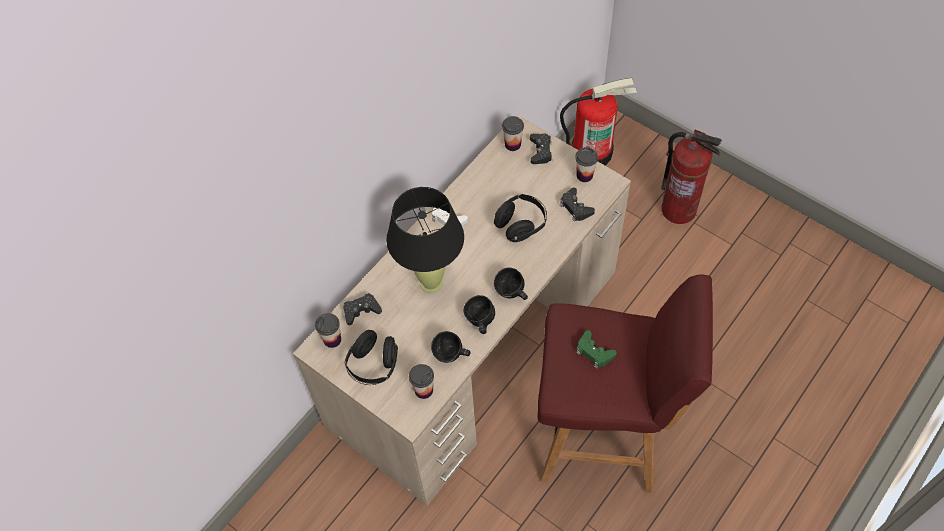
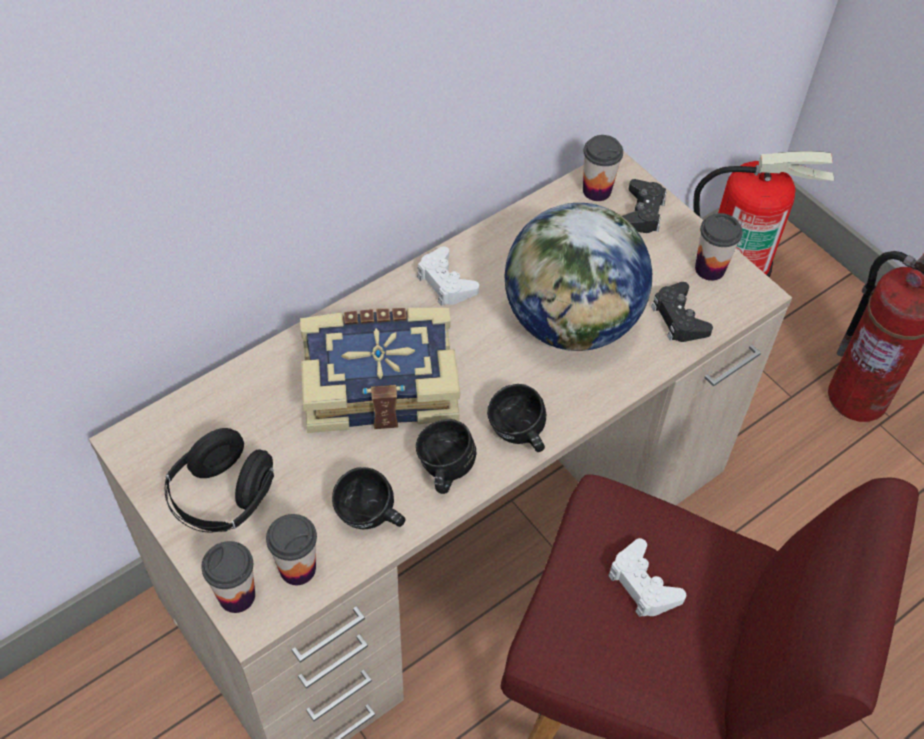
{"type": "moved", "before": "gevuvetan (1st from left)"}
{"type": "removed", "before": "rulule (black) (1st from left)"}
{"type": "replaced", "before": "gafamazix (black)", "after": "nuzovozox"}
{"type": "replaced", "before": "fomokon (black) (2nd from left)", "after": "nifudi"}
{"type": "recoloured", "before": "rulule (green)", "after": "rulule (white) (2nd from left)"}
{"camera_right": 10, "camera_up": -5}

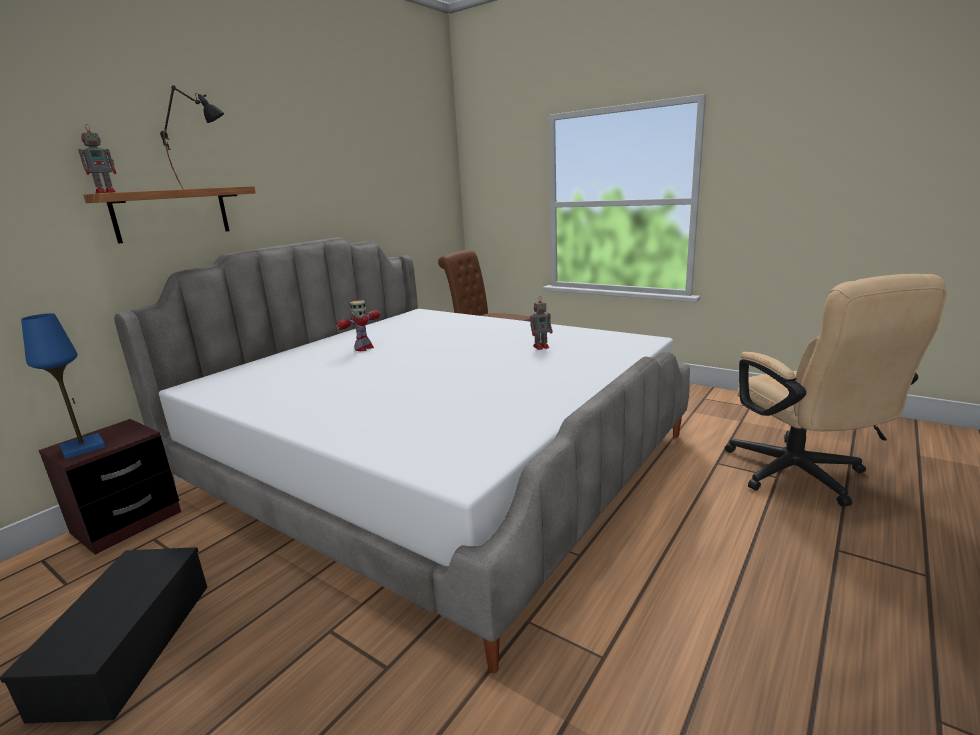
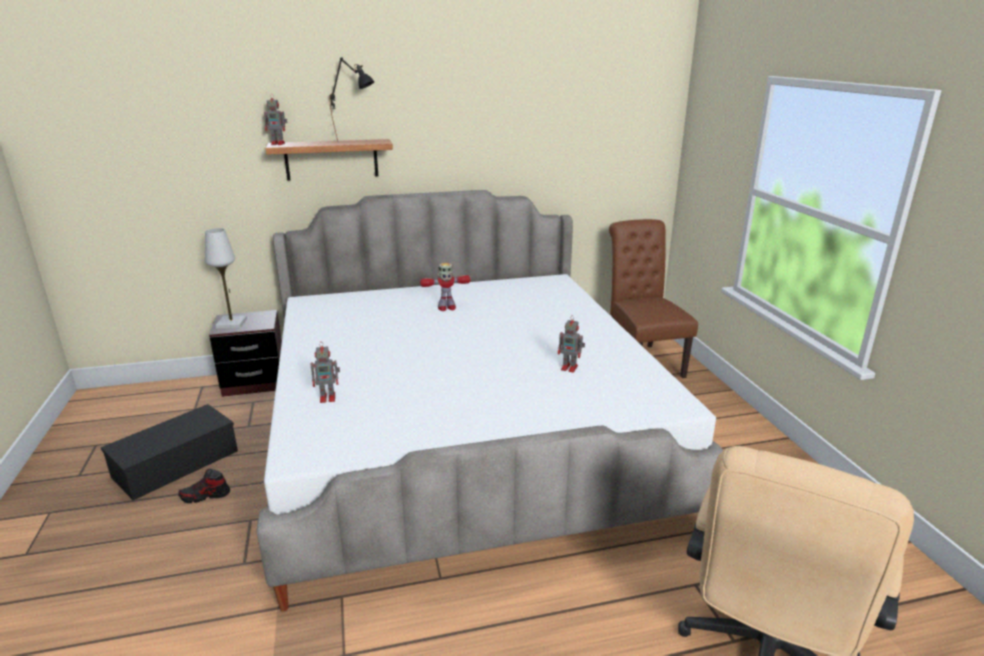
{"type": "recoloured", "before": "gafamazix (blue)", "after": "gafamazix (white)"}
{"type": "added", "after": "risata"}
{"type": "added", "after": "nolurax (2nd from left)"}
{"camera_right": 40, "camera_up": 5}

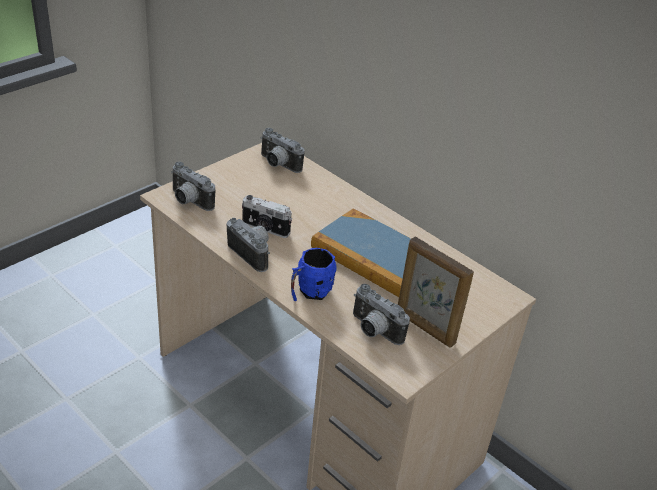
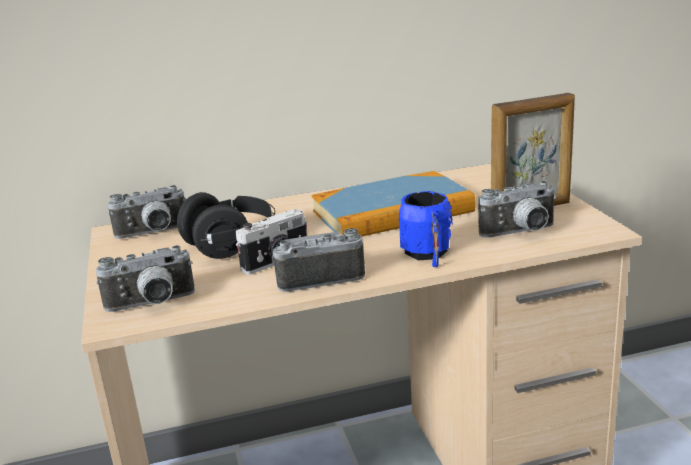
{"type": "added", "after": "fomokon (black)"}
{"camera_right": -55, "camera_up": -15}

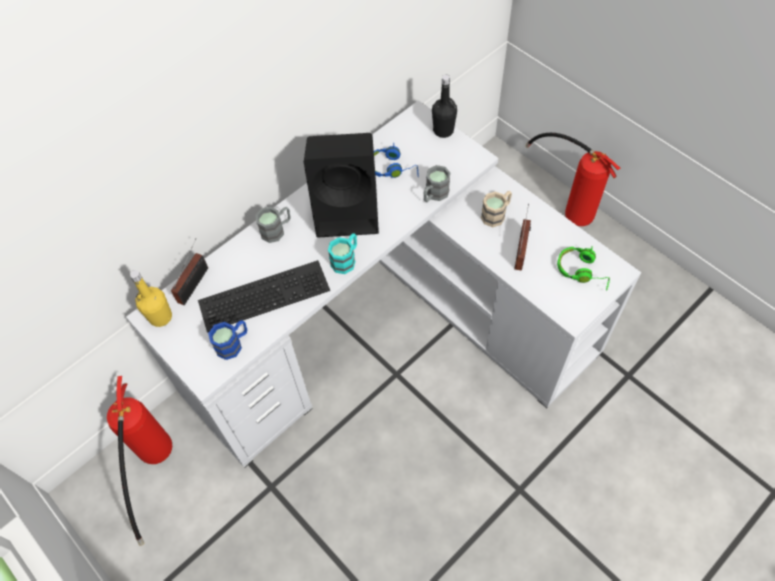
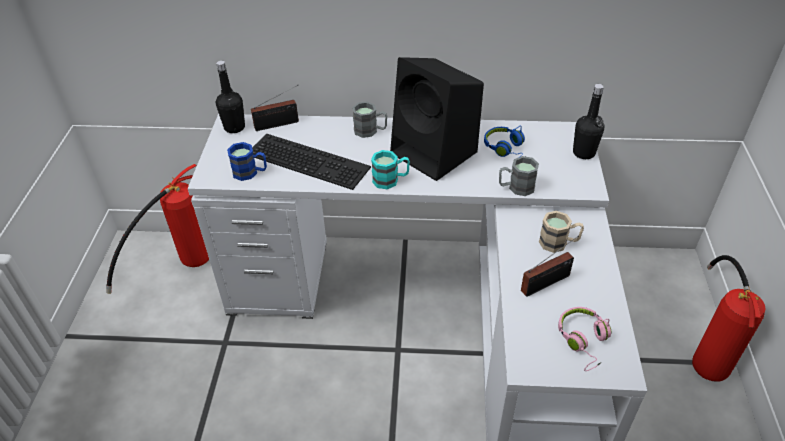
{"type": "recoloured", "before": "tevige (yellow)", "after": "tevige (black) (1st from left)"}
{"type": "recoloured", "before": "fomokon (green)", "after": "fomokon (pink)"}
{"camera_right": 45, "camera_up": -15}

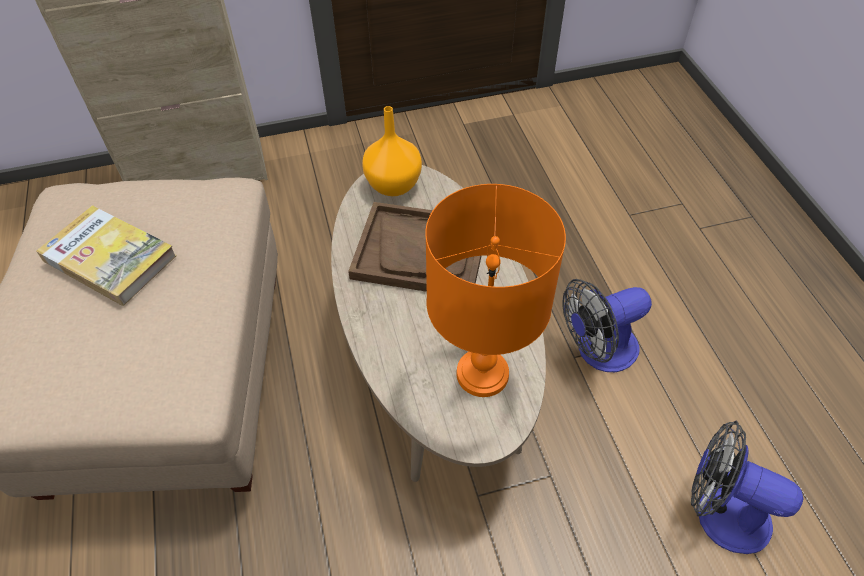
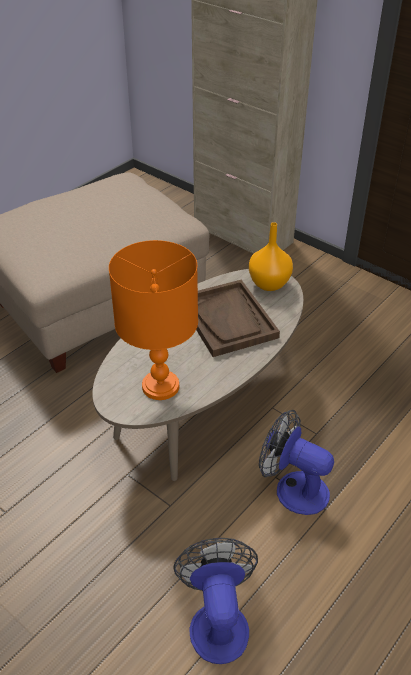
{"type": "removed", "before": "nuzovozox"}
{"camera_right": 55, "camera_up": -10}

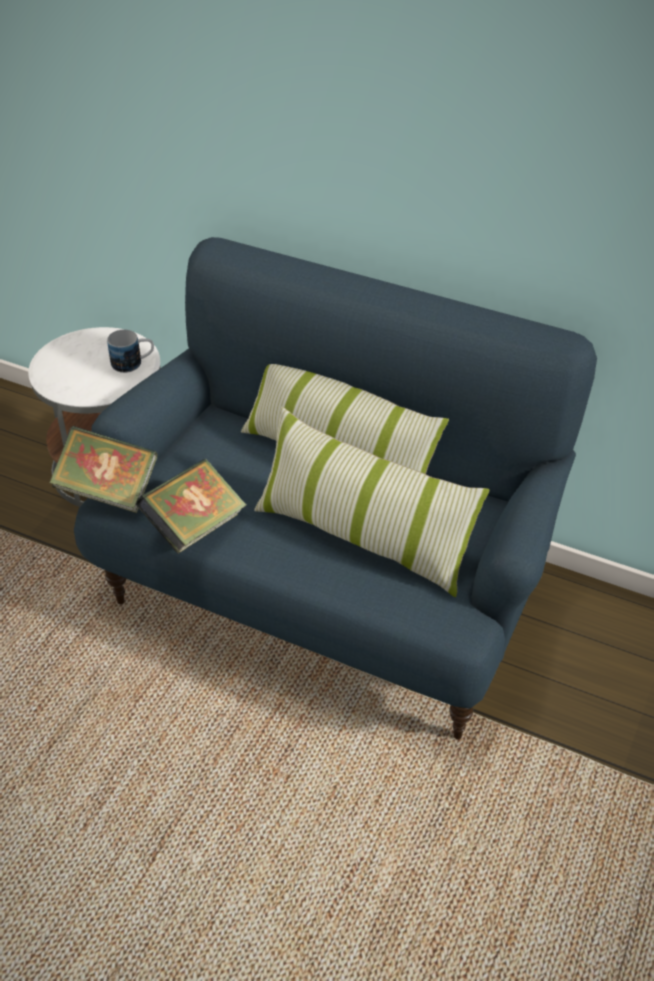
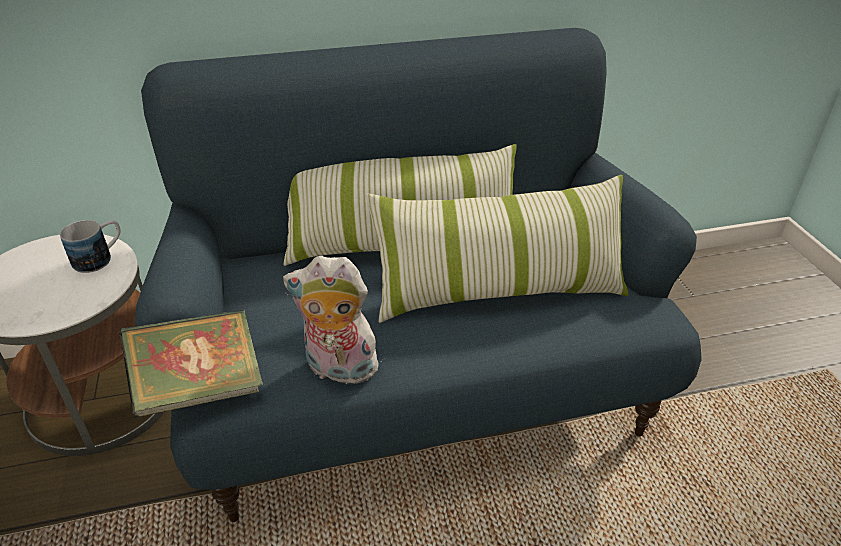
{"type": "replaced", "before": "nuzovozox (2nd from left)", "after": "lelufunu"}
{"camera_right": -40, "camera_up": -5}

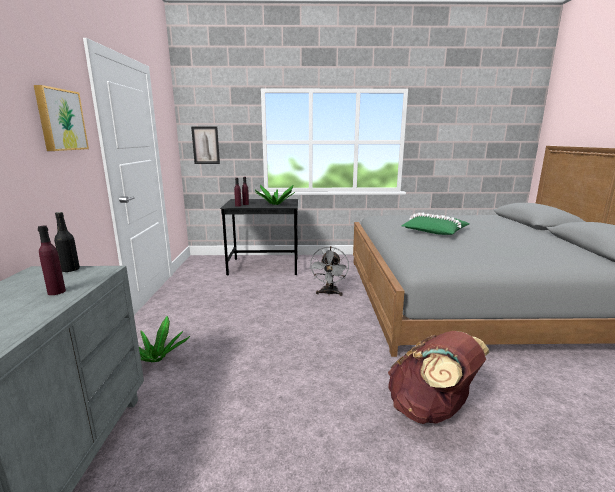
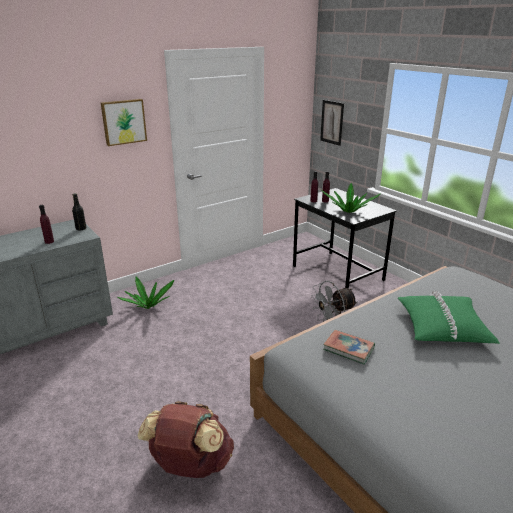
{"type": "added", "after": "nuzovozox"}
{"camera_right": 55, "camera_up": 10}

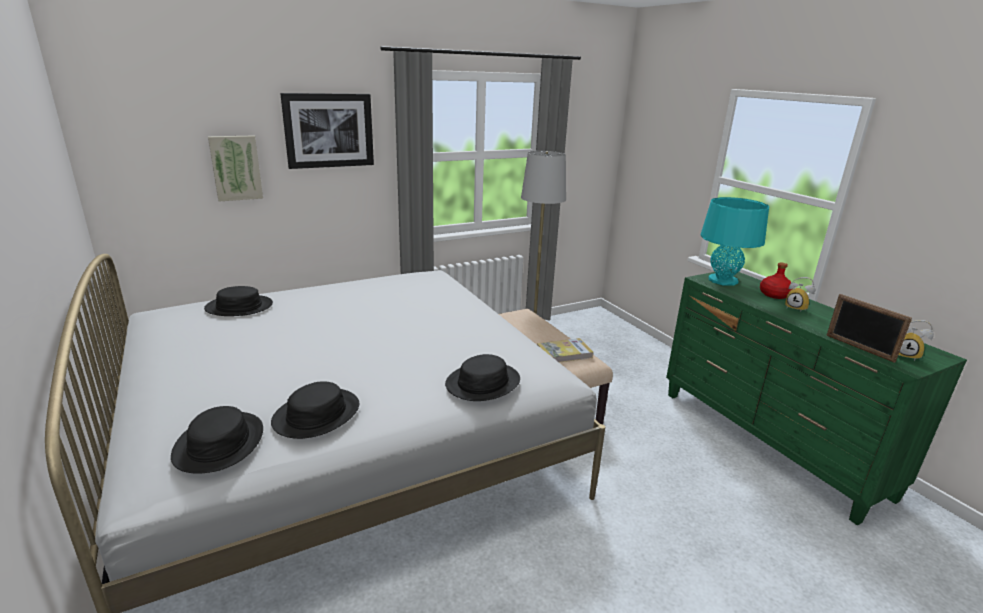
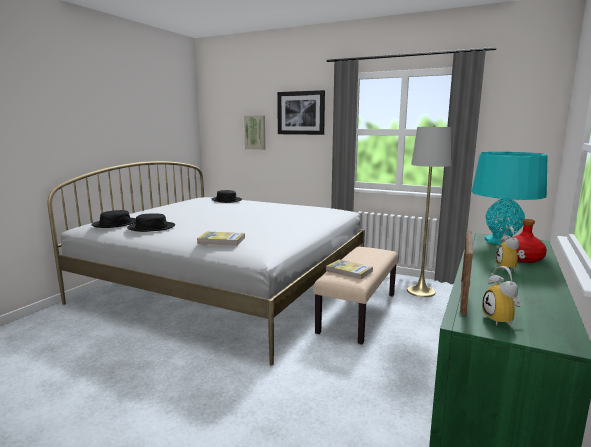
{"type": "replaced", "before": "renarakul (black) (4th from left)", "after": "nuzovozox (1st from left)"}
{"camera_right": 55, "camera_up": -10}

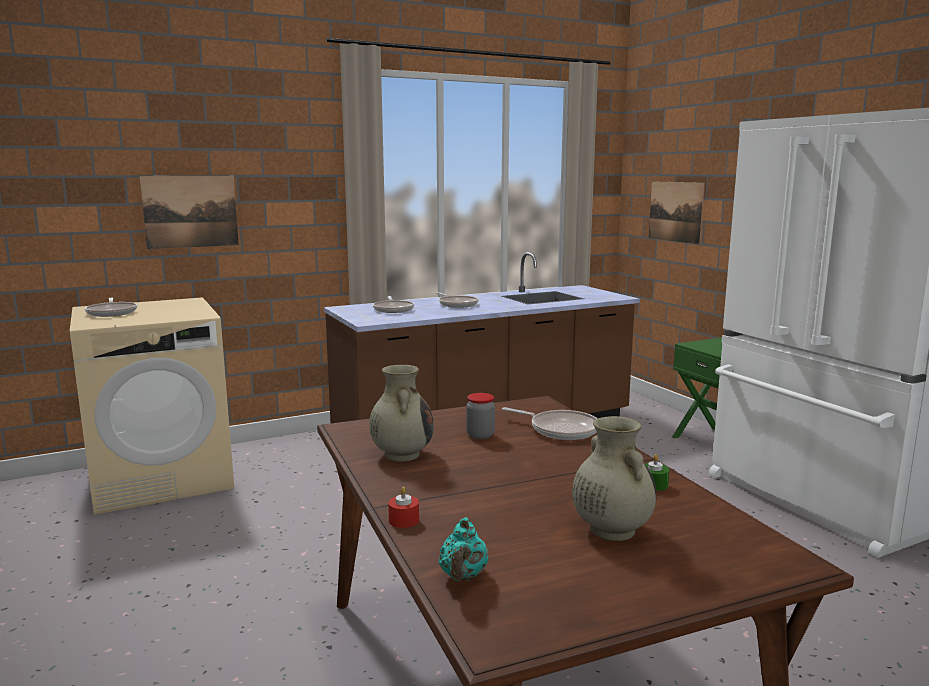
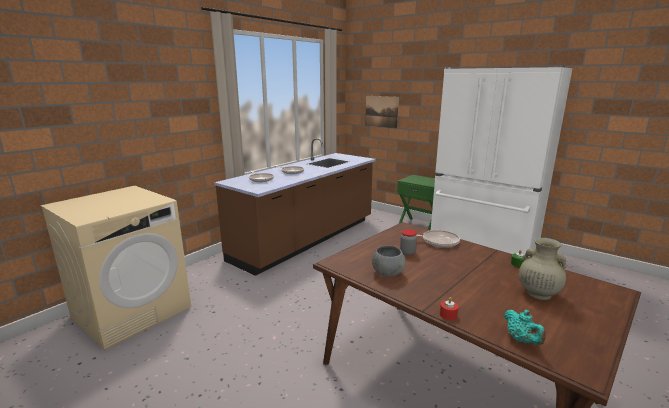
{"type": "removed", "before": "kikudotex (1st from left)"}
{"type": "removed", "before": "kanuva (1st from left)"}
{"type": "replaced", "before": "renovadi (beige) (1st from left)", "after": "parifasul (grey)"}
{"camera_right": -25, "camera_up": 5}

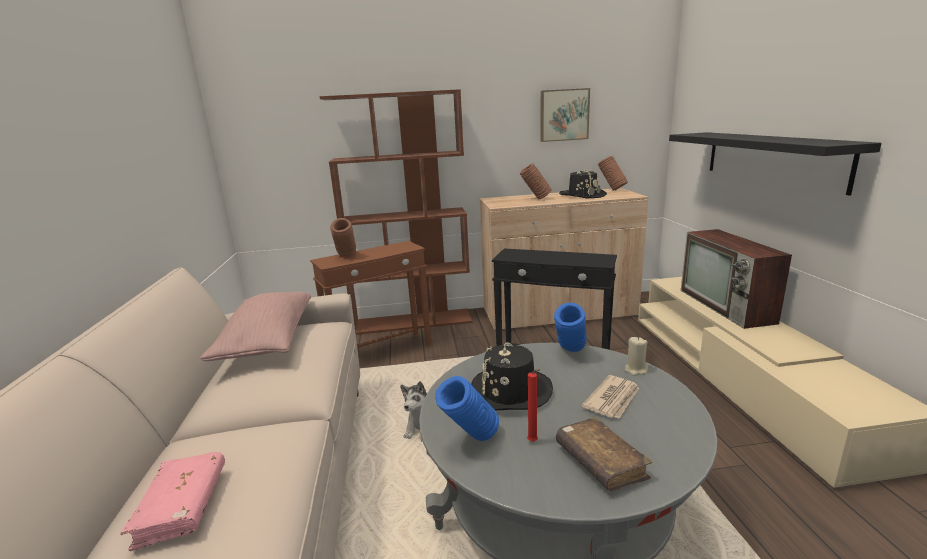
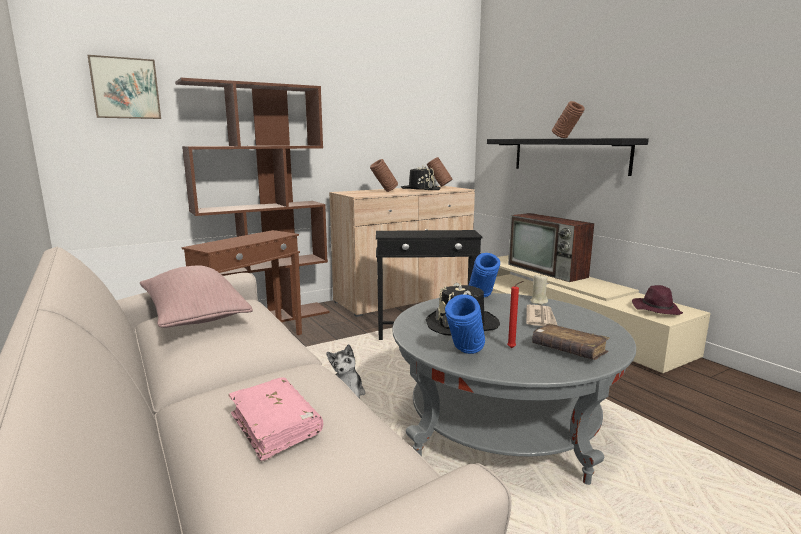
{"type": "moved", "before": "renovadi (brown) (1st from left in the first image)", "after": "renovadi (brown) (3rd from left)"}
{"type": "moved", "before": "kanuva"}
{"type": "added", "after": "renarakul (purple)"}
{"camera_right": -25, "camera_up": -5}

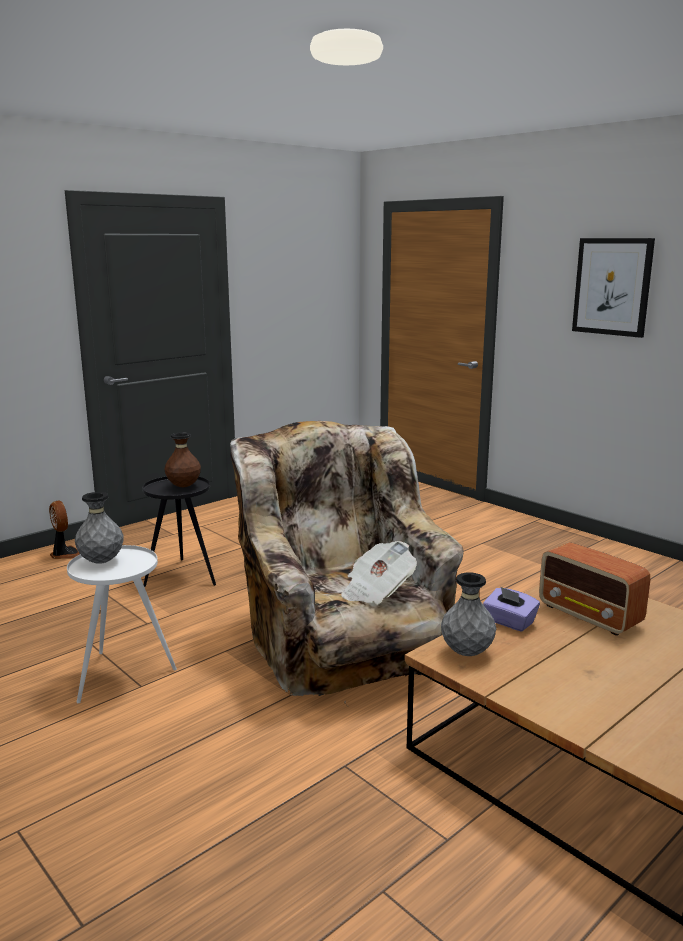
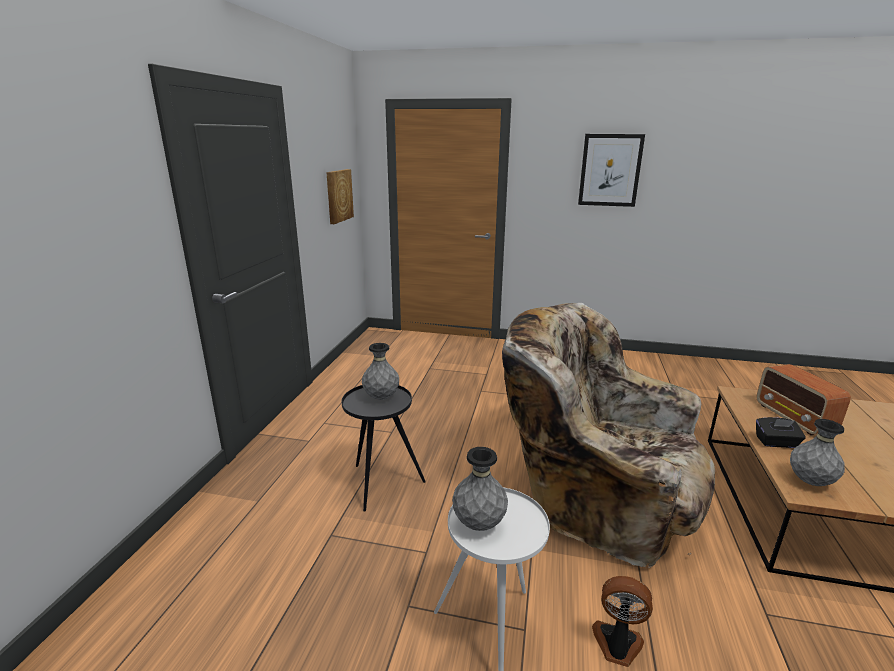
{"type": "moved", "before": "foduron"}
{"type": "recoloured", "before": "renovadi (brown)", "after": "renovadi (grey) (1st from left)"}
{"type": "removed", "before": "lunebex"}
{"type": "recoloured", "before": "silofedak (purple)", "after": "silofedak (black)"}
{"type": "turned", "before": "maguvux", "turn": 60}
{"type": "added", "after": "kanuva (1st from left)"}
{"camera_right": -35, "camera_up": 5}

